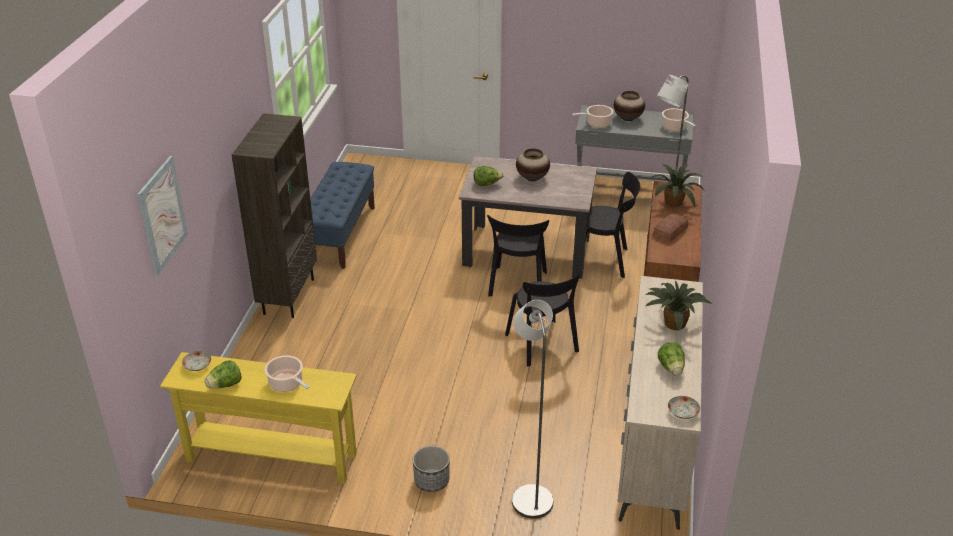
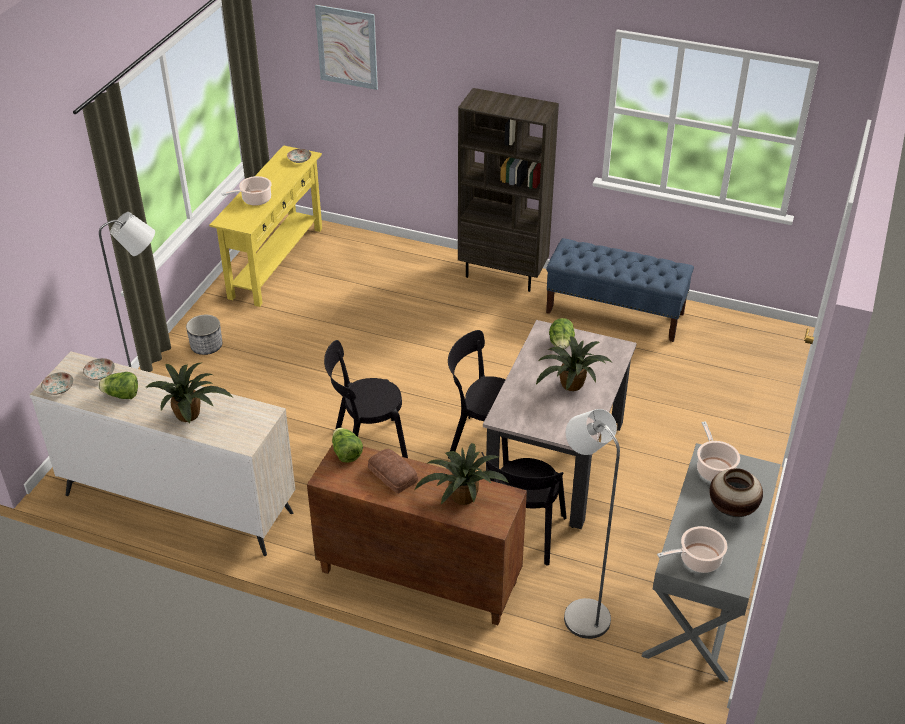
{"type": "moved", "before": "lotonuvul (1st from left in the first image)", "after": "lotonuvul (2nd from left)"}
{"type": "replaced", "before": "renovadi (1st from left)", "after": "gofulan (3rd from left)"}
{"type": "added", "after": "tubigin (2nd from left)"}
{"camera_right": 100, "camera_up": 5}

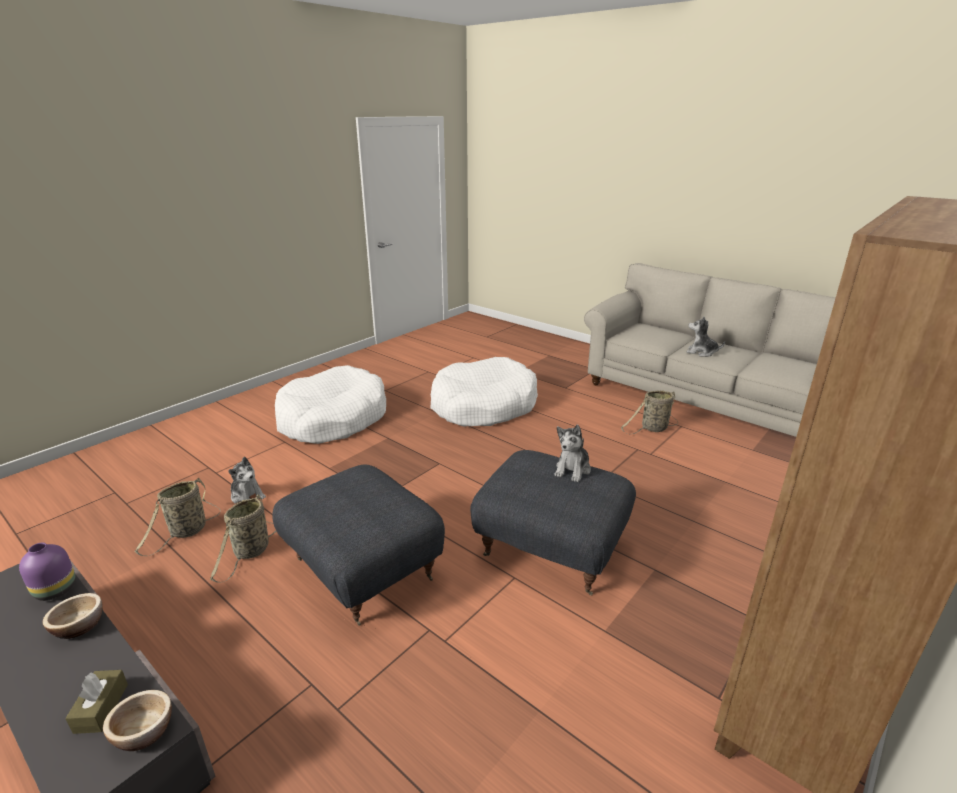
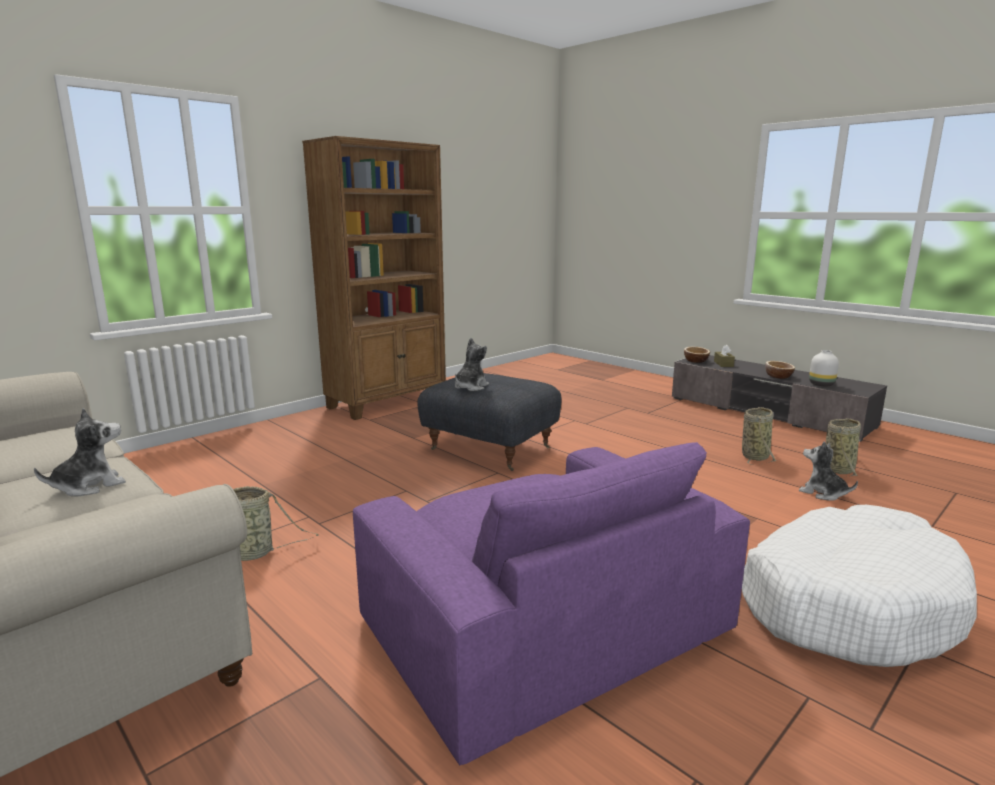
{"type": "recoloured", "before": "renovadi (purple)", "after": "renovadi (white)"}
{"type": "removed", "before": "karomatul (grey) (1st from left)"}
{"type": "replaced", "before": "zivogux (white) (2nd from left)", "after": "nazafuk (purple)"}
{"type": "turned", "before": "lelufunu (3rd from left in the first image)", "turn": -75}
{"camera_right": -175, "camera_up": -10}

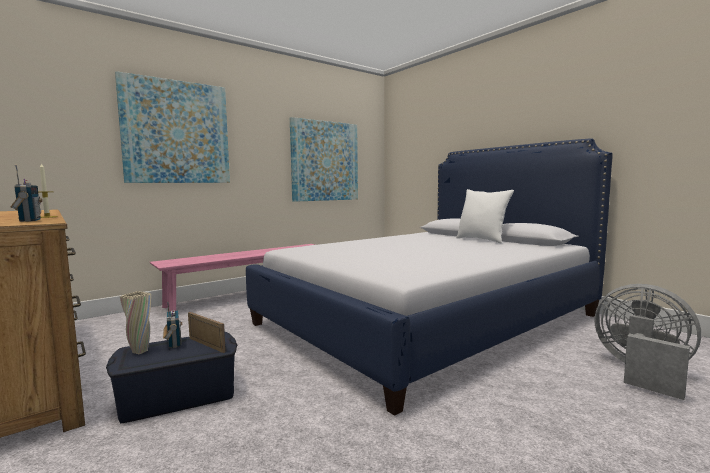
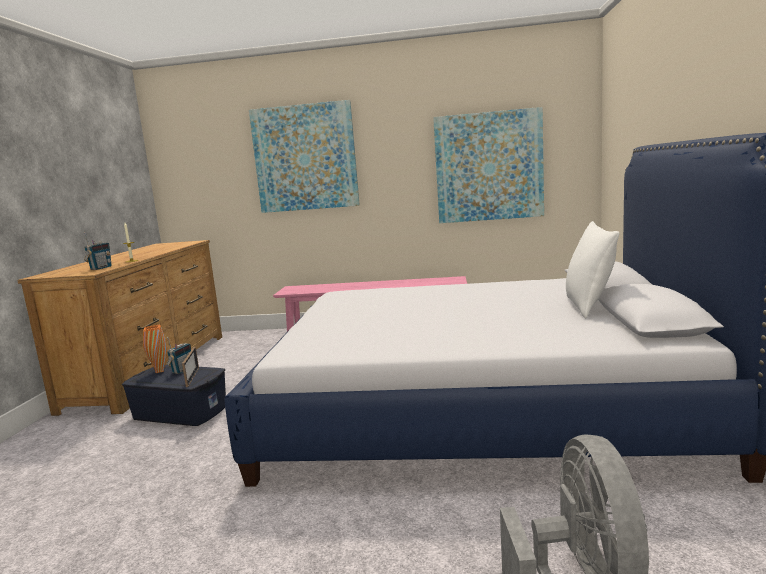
{"type": "recoloured", "before": "renovadi (beige)", "after": "renovadi (orange)"}
{"camera_right": 45, "camera_up": 5}

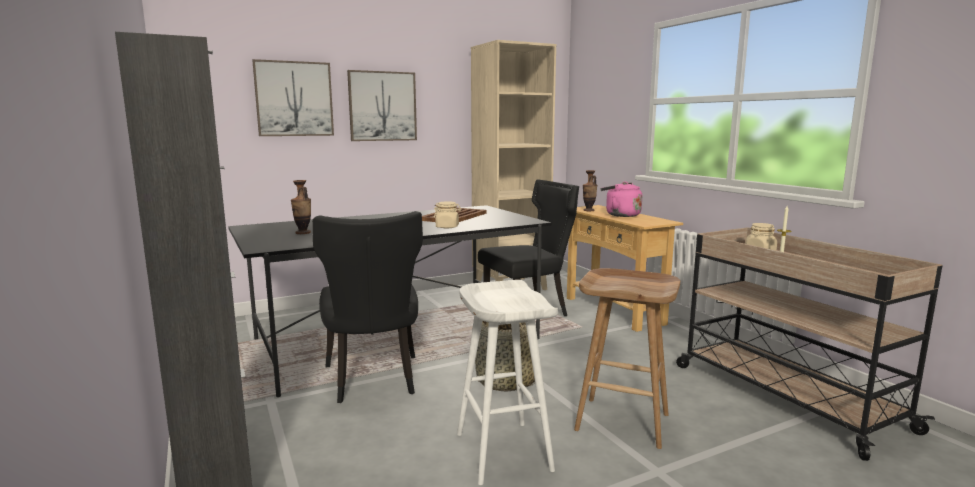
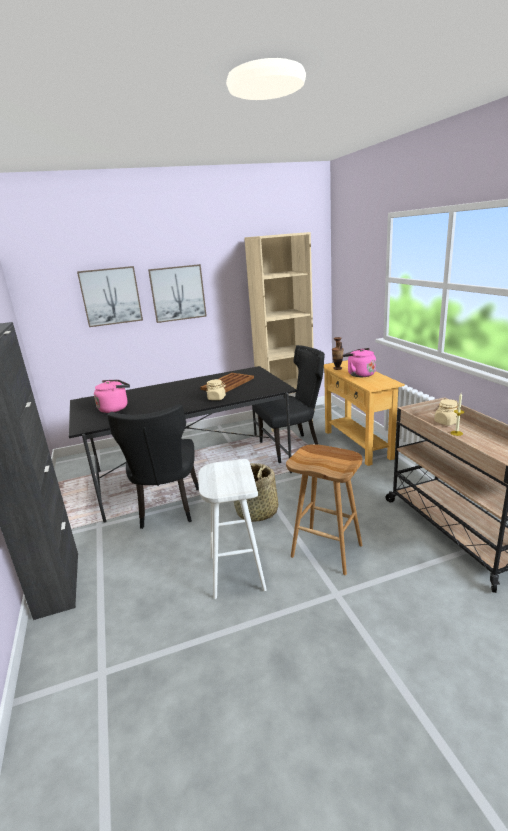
{"type": "replaced", "before": "renovadi (1st from left)", "after": "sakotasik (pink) (1st from left)"}
{"camera_right": 10, "camera_up": 10}

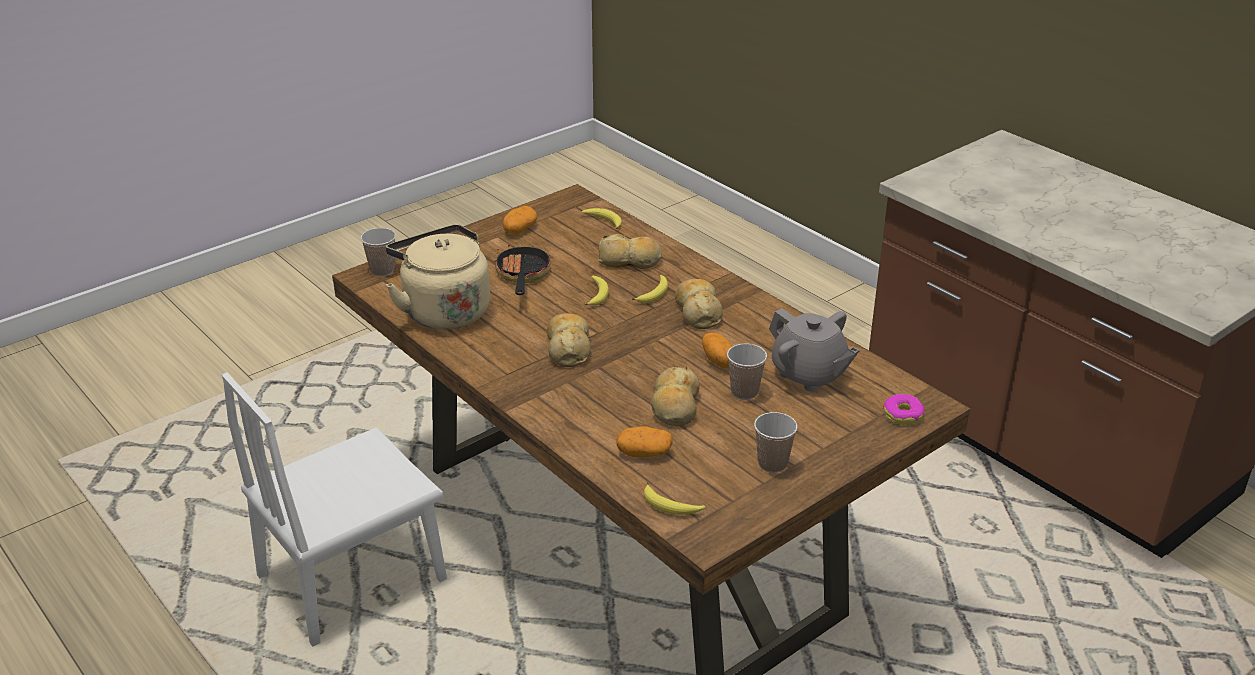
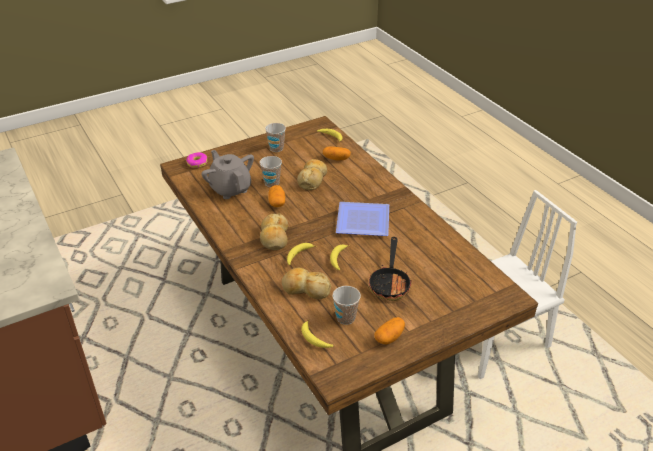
{"type": "moved", "before": "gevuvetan (1st from left in the first image)", "after": "gevuvetan (3rd from left)"}
{"type": "removed", "before": "sakotasik (beige)"}
{"type": "replaced", "before": "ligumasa (1st from left)", "after": "tubigin"}
{"camera_right": -170, "camera_up": 5}

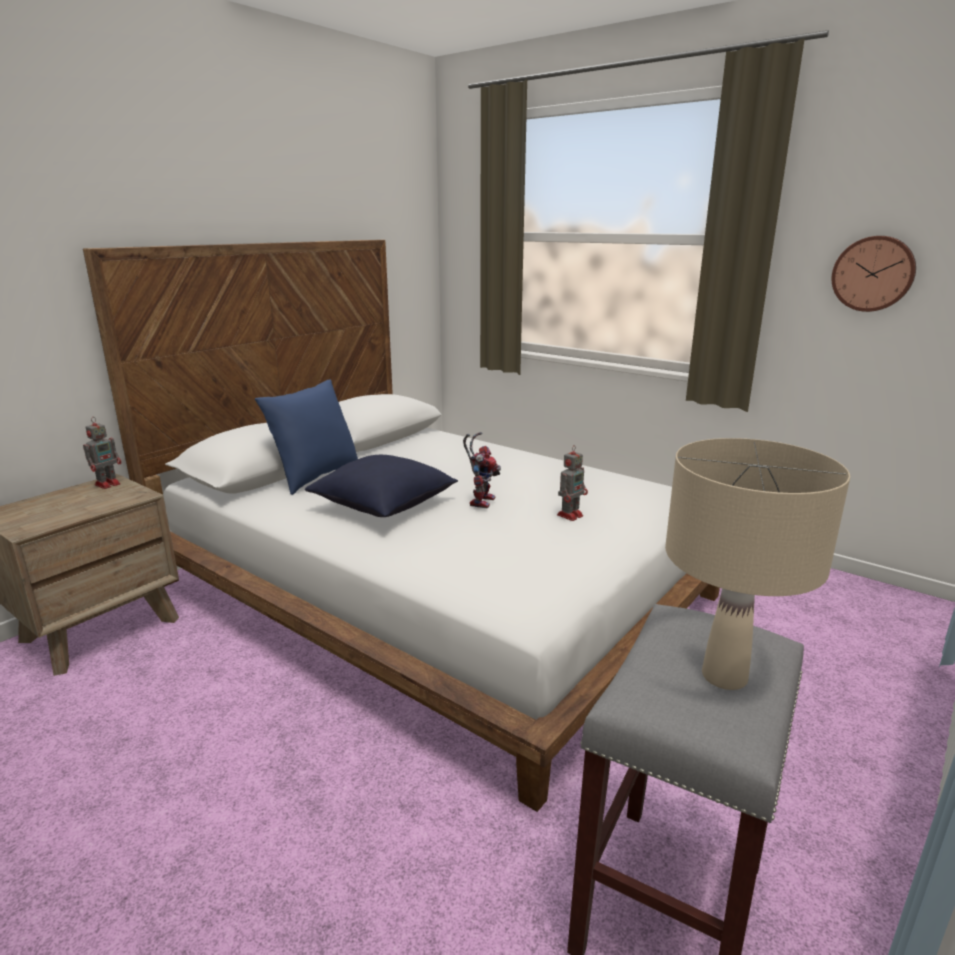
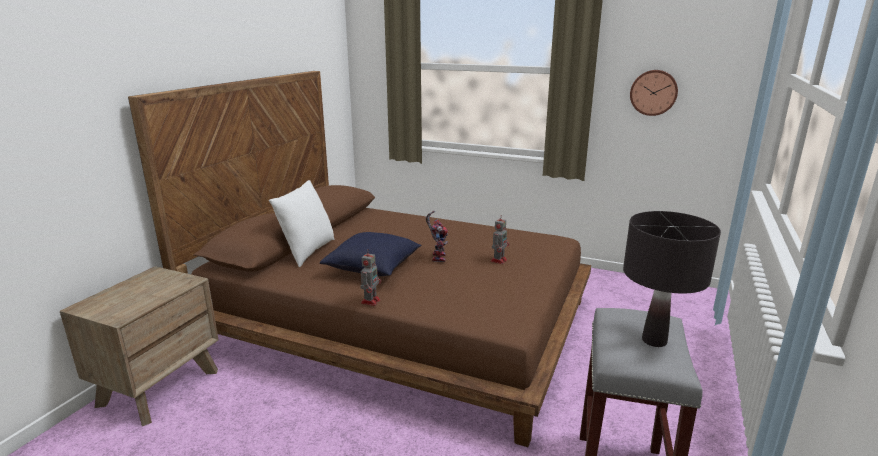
{"type": "recoloured", "before": "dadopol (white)", "after": "dadopol (brown)"}
{"type": "moved", "before": "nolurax (1st from left)"}
{"type": "recoloured", "before": "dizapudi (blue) (1st from left)", "after": "dizapudi (white)"}
{"type": "recoloured", "before": "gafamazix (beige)", "after": "gafamazix (black)"}
{"camera_right": -15, "camera_up": 0}

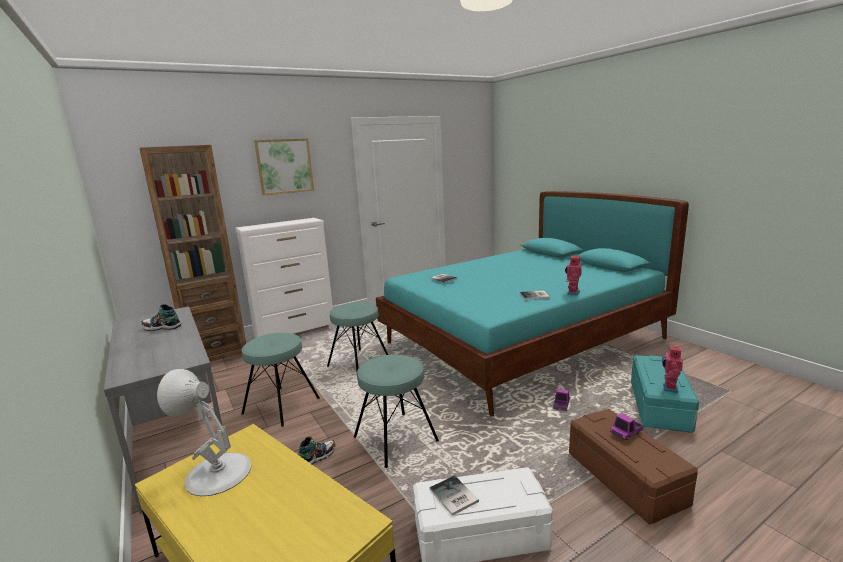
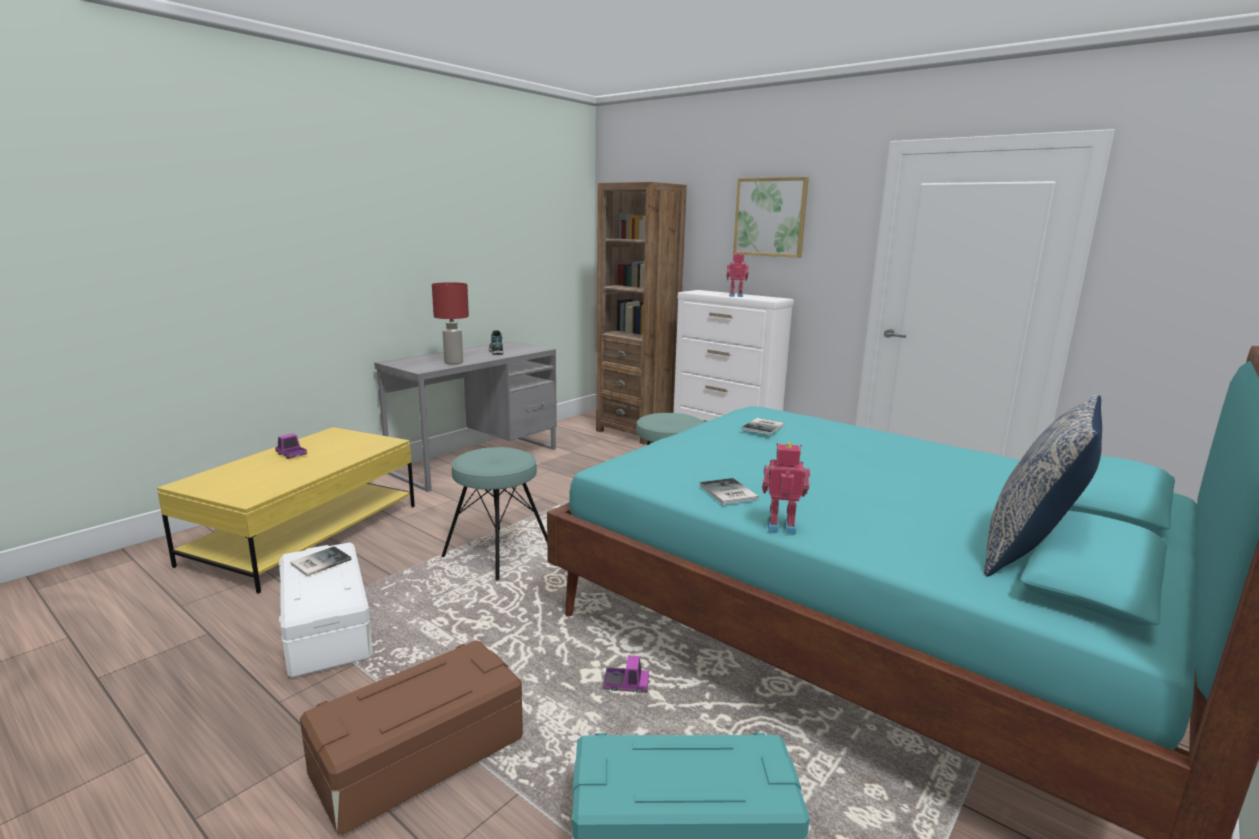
{"type": "removed", "before": "gafamazix (white)"}
{"type": "removed", "before": "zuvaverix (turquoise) (1st from left)"}
{"type": "removed", "before": "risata (2nd from left)"}
{"type": "moved", "before": "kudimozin (2nd from left in the first image)", "after": "kudimozin (1st from left)"}
{"type": "moved", "before": "nolurax (2nd from left in the first image)", "after": "nolurax (1st from left)"}
{"type": "added", "after": "gafamazix (red)"}
{"type": "added", "after": "dizapudi"}
{"camera_right": 70, "camera_up": 0}

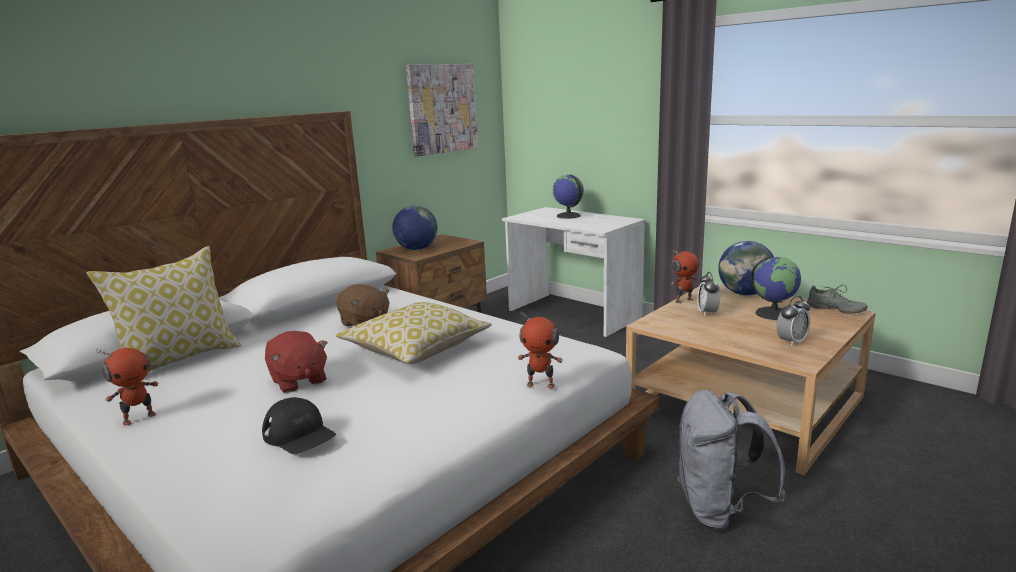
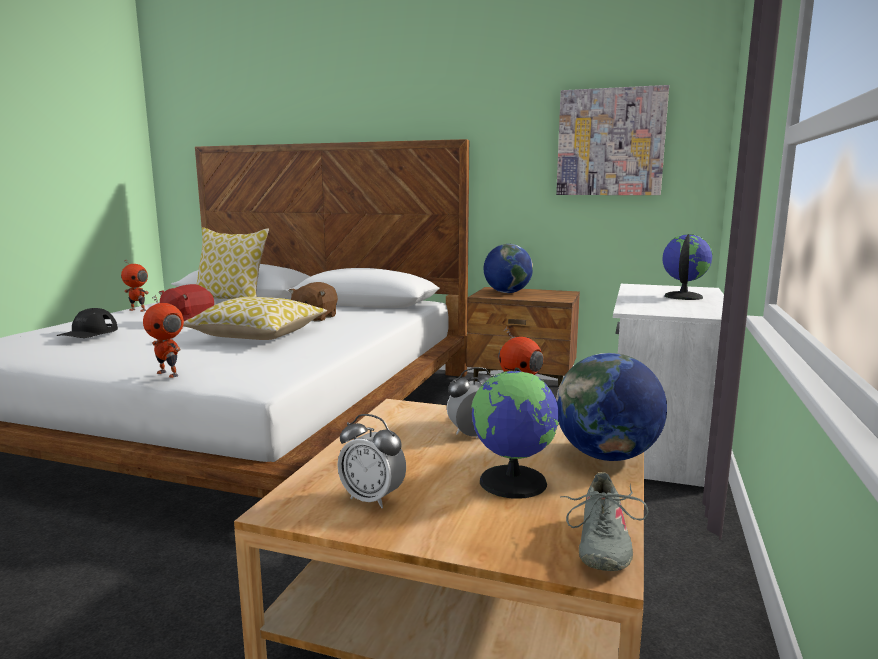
{"type": "turned", "before": "nolurax (2nd from left)", "turn": -45}
{"type": "removed", "before": "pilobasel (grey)"}
{"camera_right": 65, "camera_up": -5}

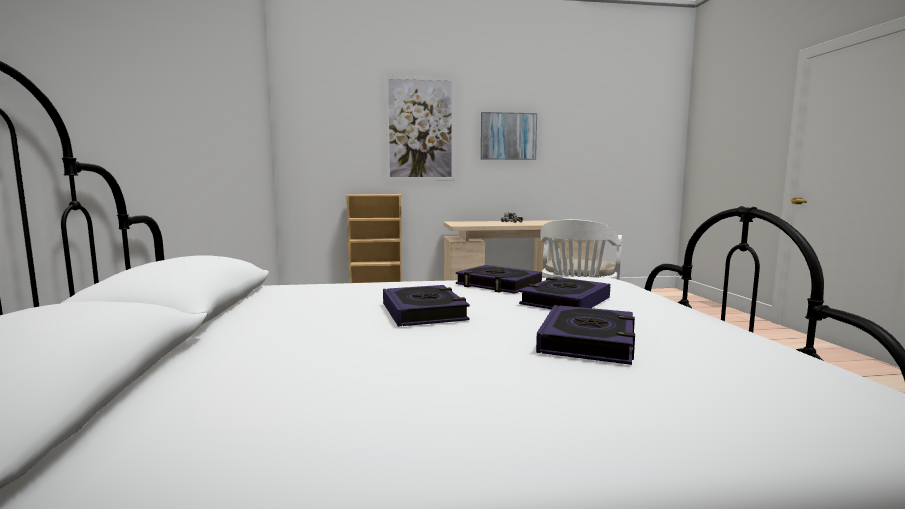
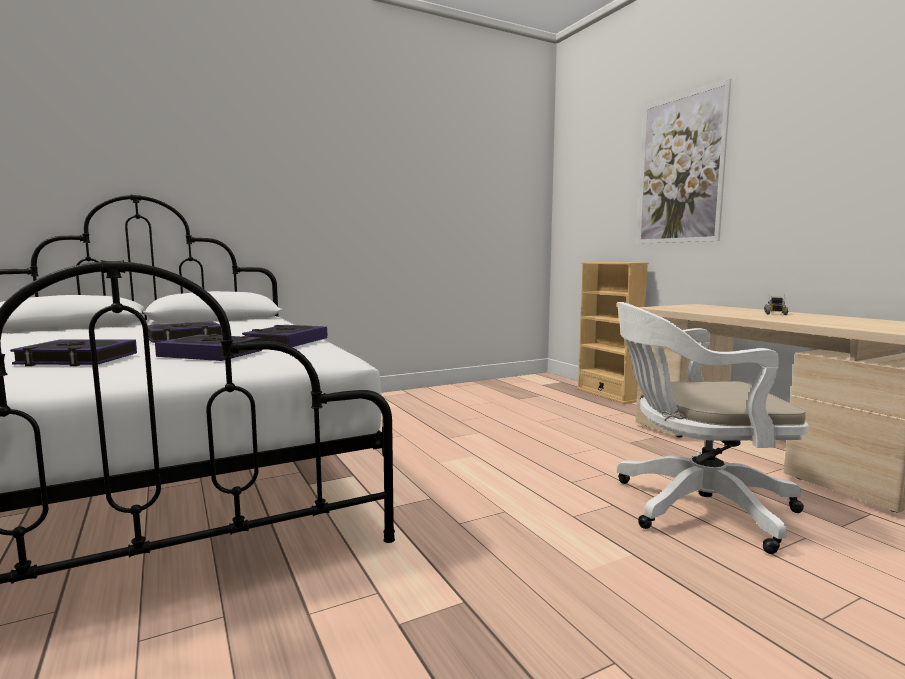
{"type": "removed", "before": "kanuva (2nd from left)"}
{"camera_right": 70, "camera_up": 0}

